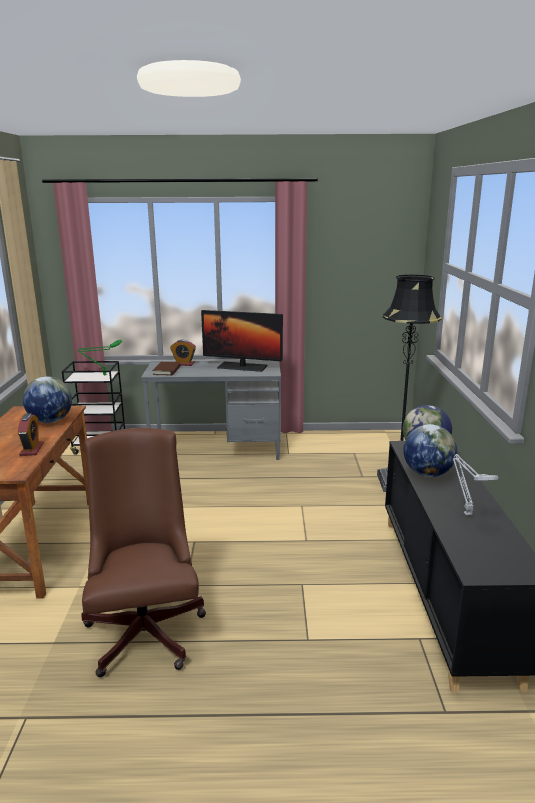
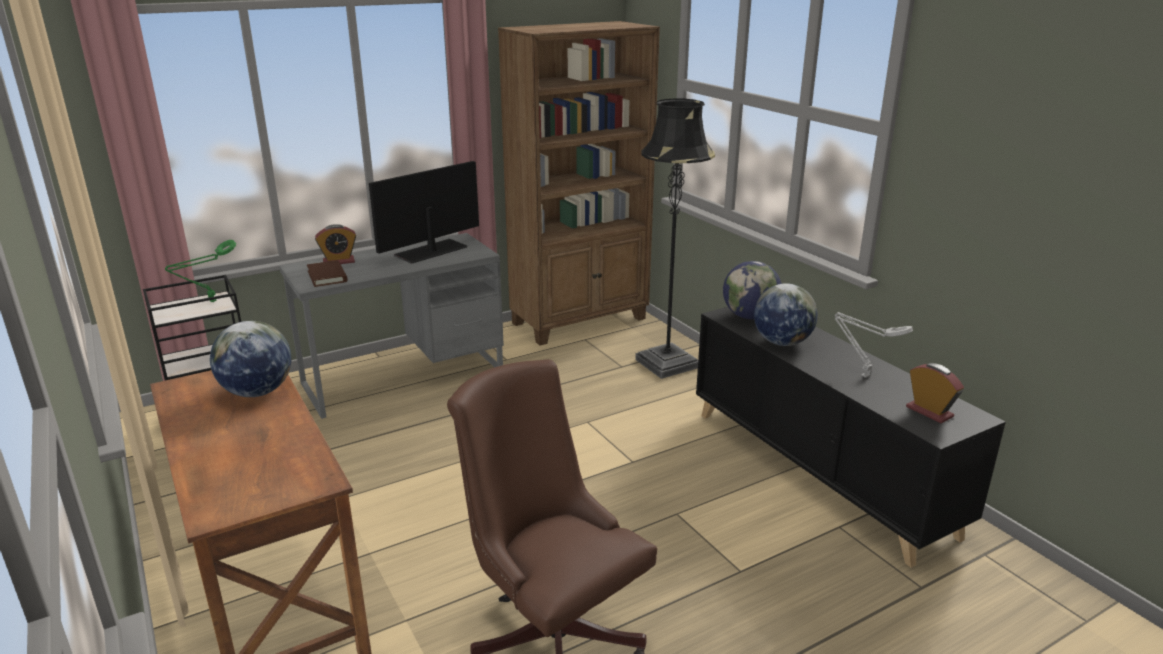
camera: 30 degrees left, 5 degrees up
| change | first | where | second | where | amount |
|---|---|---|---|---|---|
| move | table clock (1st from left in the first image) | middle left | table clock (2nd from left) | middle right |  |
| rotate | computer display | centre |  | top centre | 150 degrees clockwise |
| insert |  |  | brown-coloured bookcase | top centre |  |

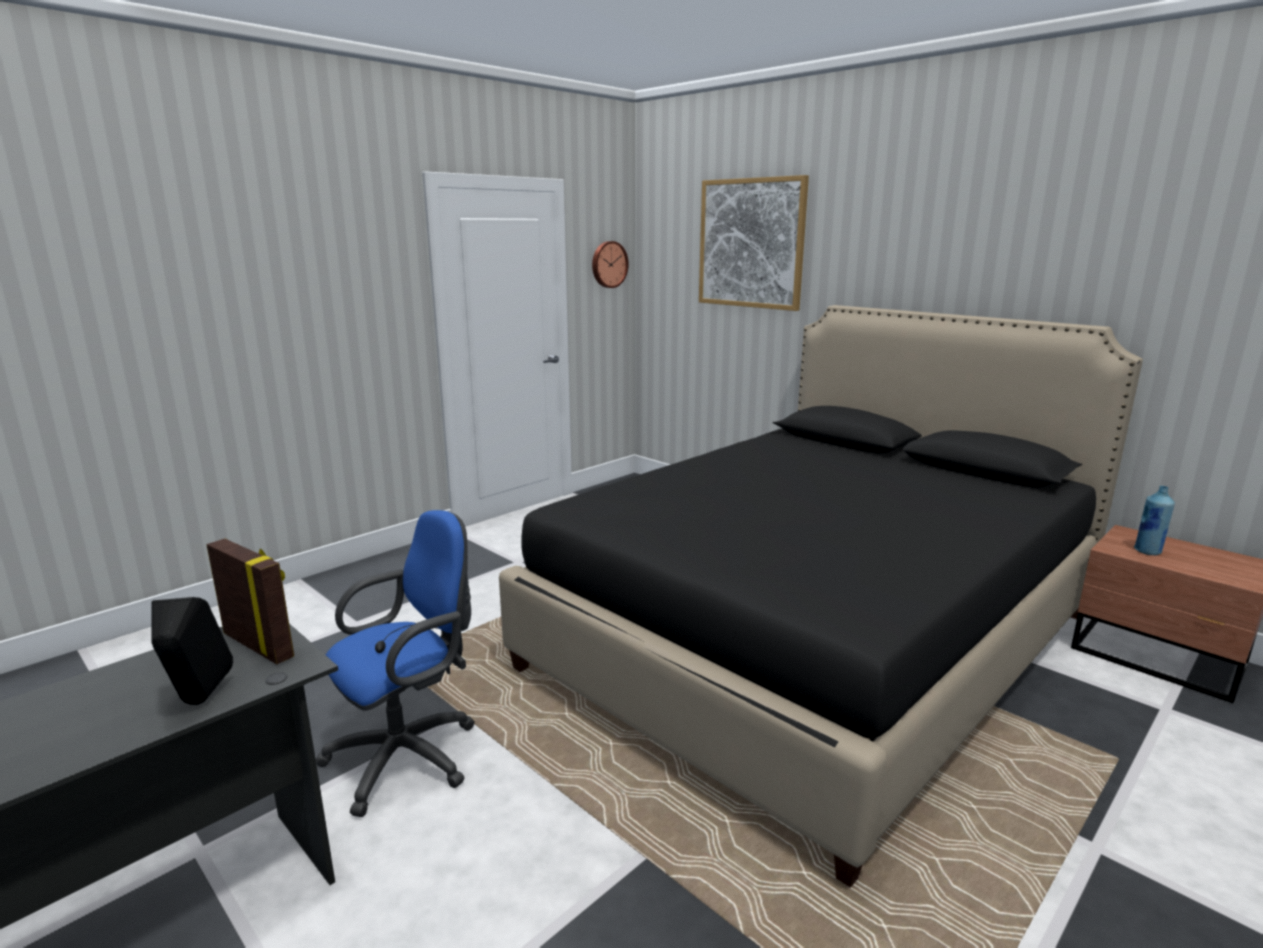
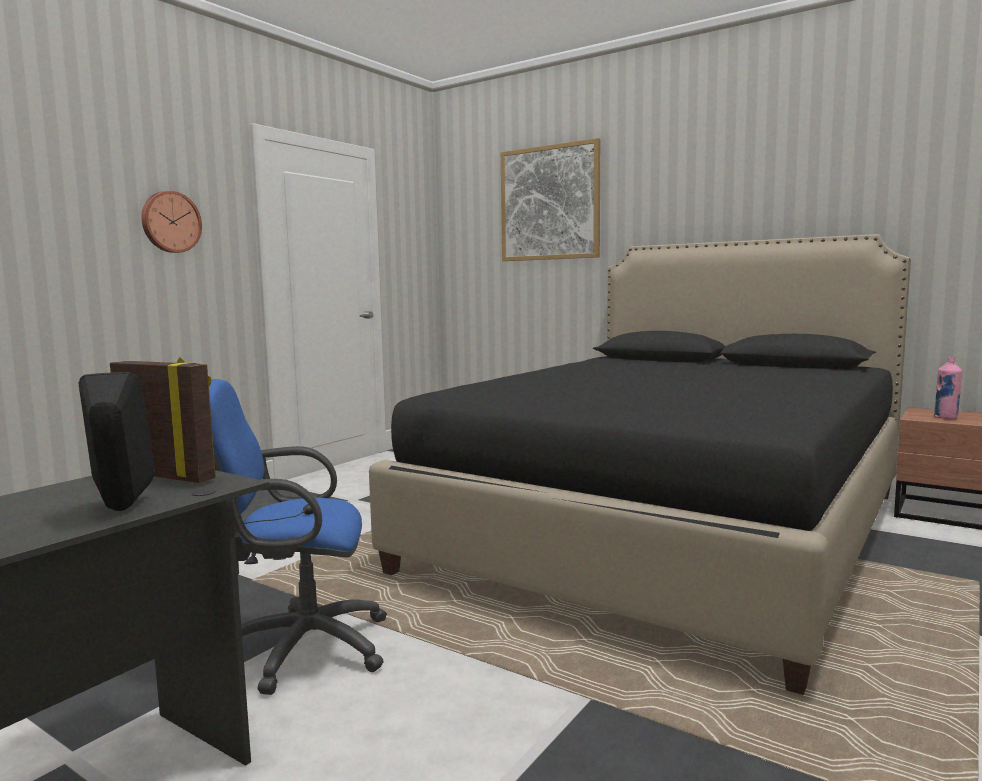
camera: 10 degrees left, 10 degrees down
| change | first | where | second | where | amount |
|---|---|---|---|---|---|
| rotate | blue-coloured computer chair | bottom left |  | bottom left | 135 degrees counterclockwise |
| move | wall clock | top centre |  | top left |  |
| recolor | blue-coloured drink bottle | middle right | pink-coloured drink bottle | middle right |  |

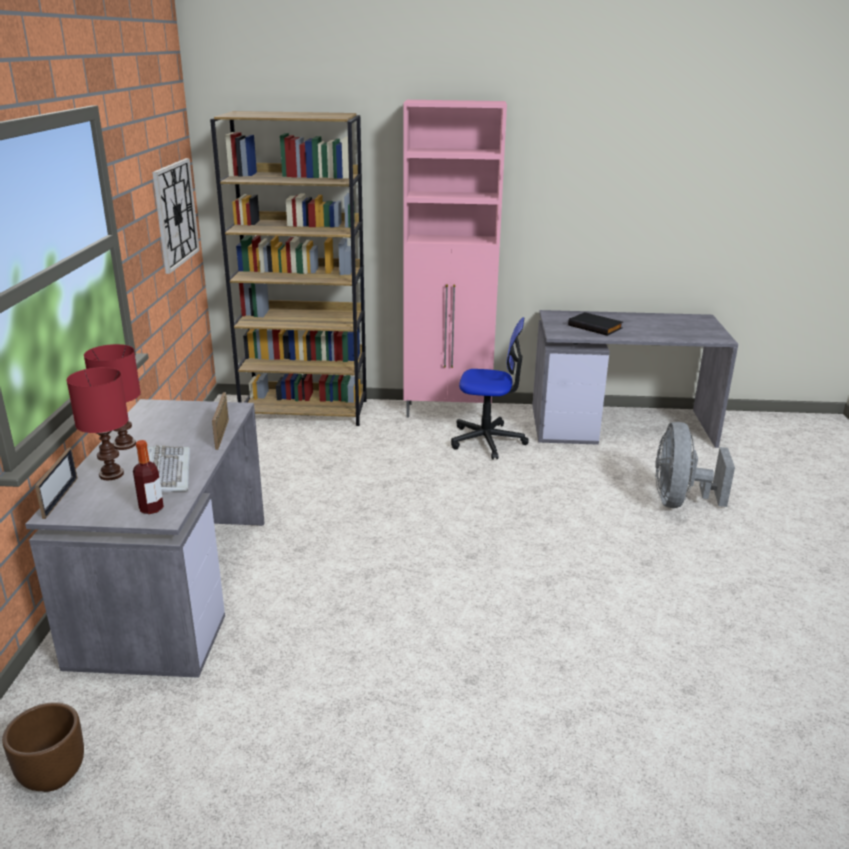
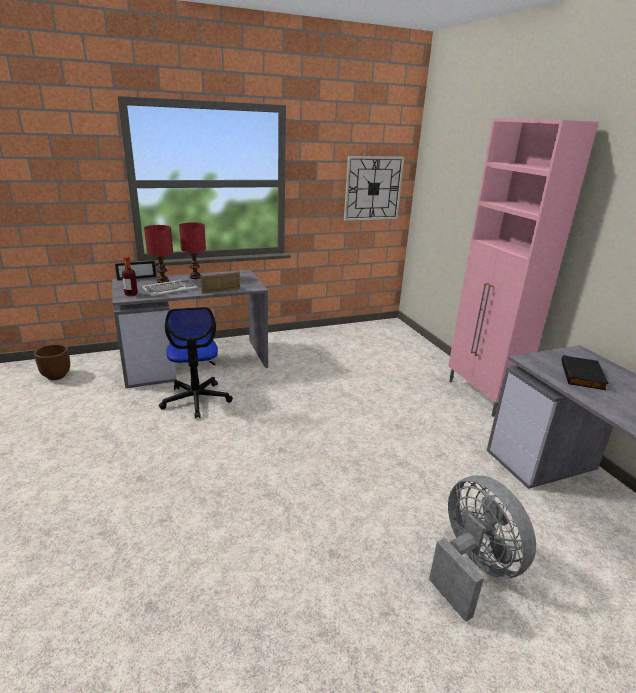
camera: 65 degrees right, 0 degrees up
| change | first | where | second | where | amount |
|---|---|---|---|---|---|
| delete | brown-coloured bookcase | top centre |  |  |  |
| move | computer chair | centre |  | middle left |  |
| rotate | greyish fan | middle right |  | bottom right | 75 degrees clockwise |

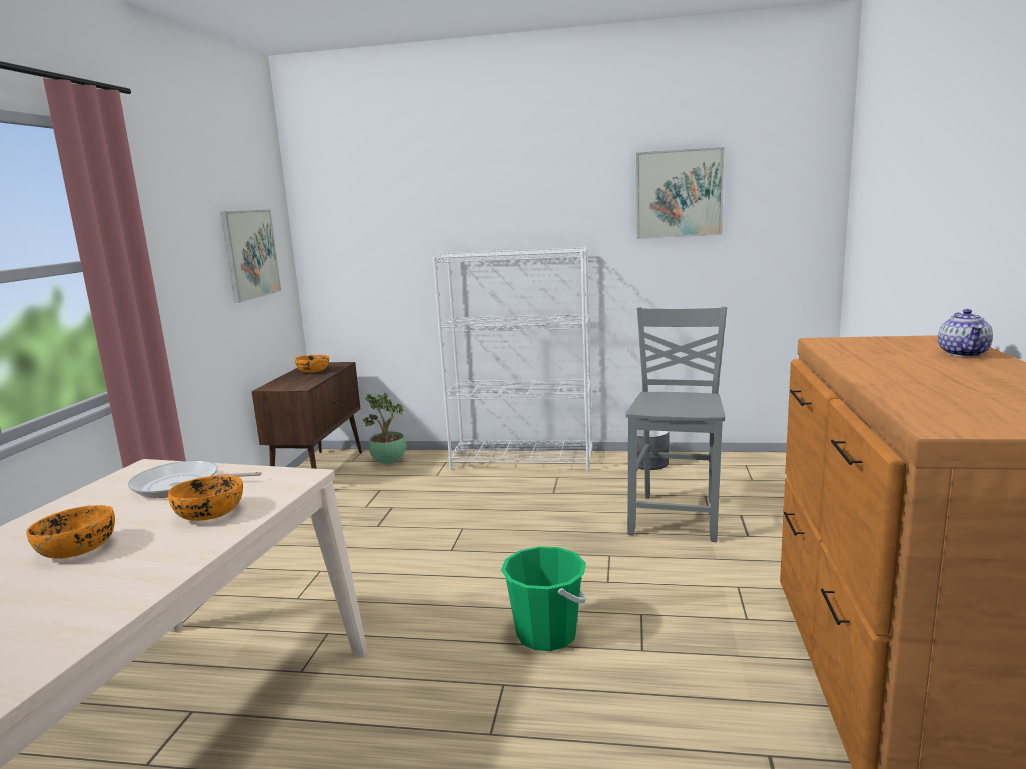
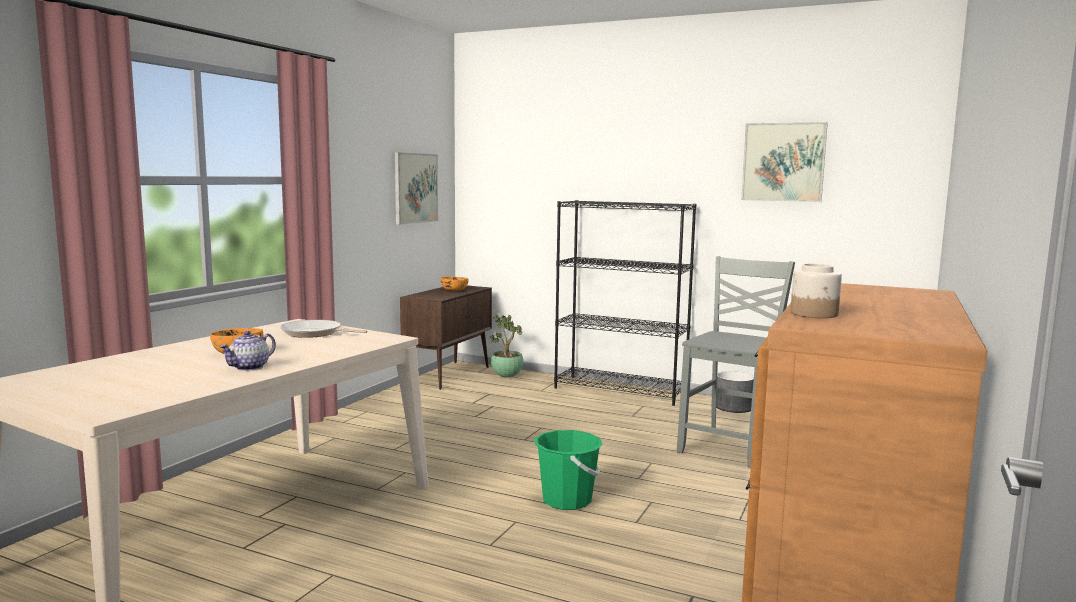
camera: 15 degrees right, 5 degrees down
| change | first | where | second | where | amount |
|---|---|---|---|---|---|
| delete | orangey serving bowl (2nd from left) | middle left |  |  |  |
| recolor | whitish bookcase | centre | blackish bookcase | centre |  |
| move | tea pot | middle right |  | middle left |  |
| insert |  |  | storage jar | middle right |  |

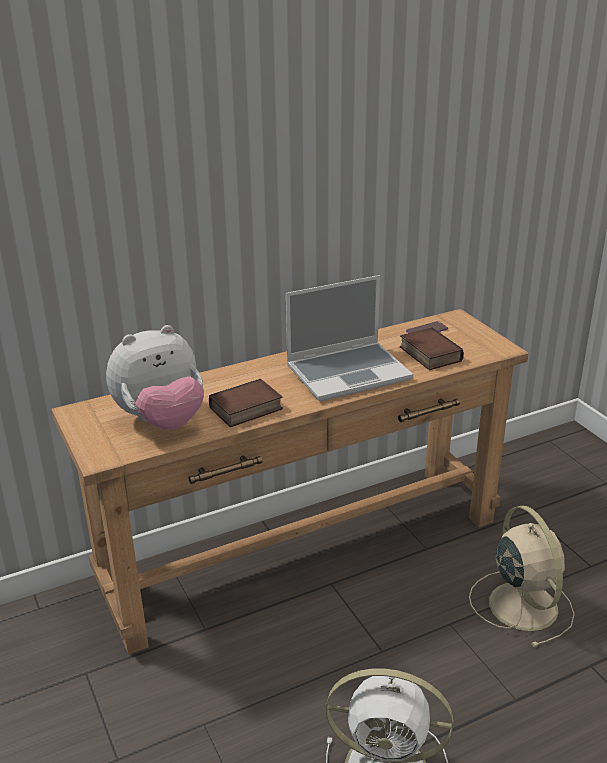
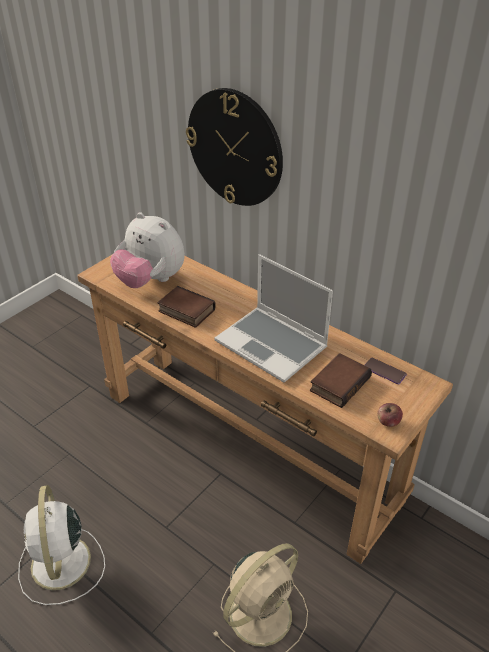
camera: 65 degrees right, 10 degrees up
| change | first | where | second | where | amount |
|---|---|---|---|---|---|
| insert |  |  | wall clock | top centre |  |
| insert |  |  | apple | middle right |  |

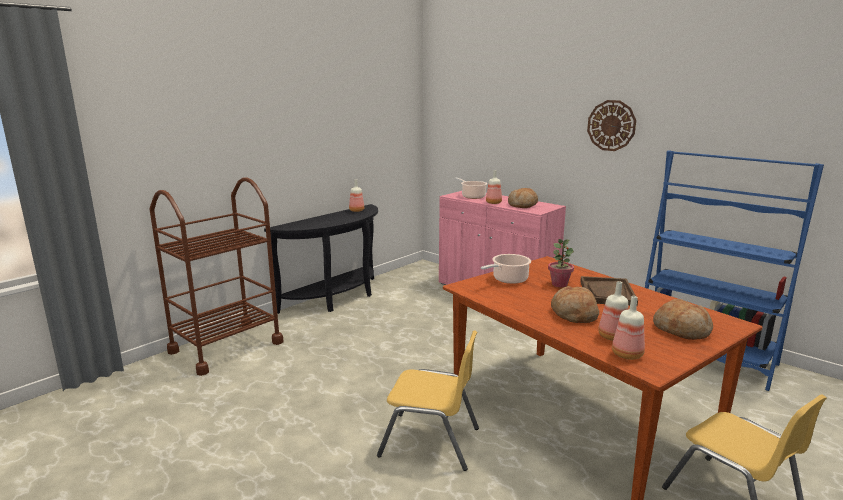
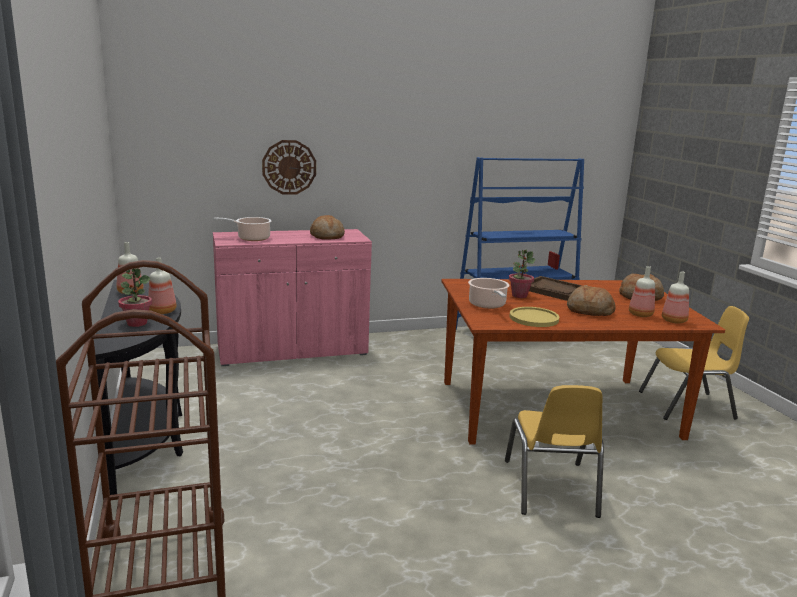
camera: 60 degrees left, 0 degrees up
| change | first | where | second | where | amount |
|---|---|---|---|---|---|
| rotate | yellow-coloured chair (1st from left) | bottom centre |  | bottom right | 135 degrees clockwise |
| move | drink bottle (2nd from left) | centre |  | middle left |  |
| move | wall clock | top right |  | top centre |  |
| insert |  |  | houseplant (1st from left) | middle left |  |
| insert |  |  | yellow-coloured plate | middle right |  |

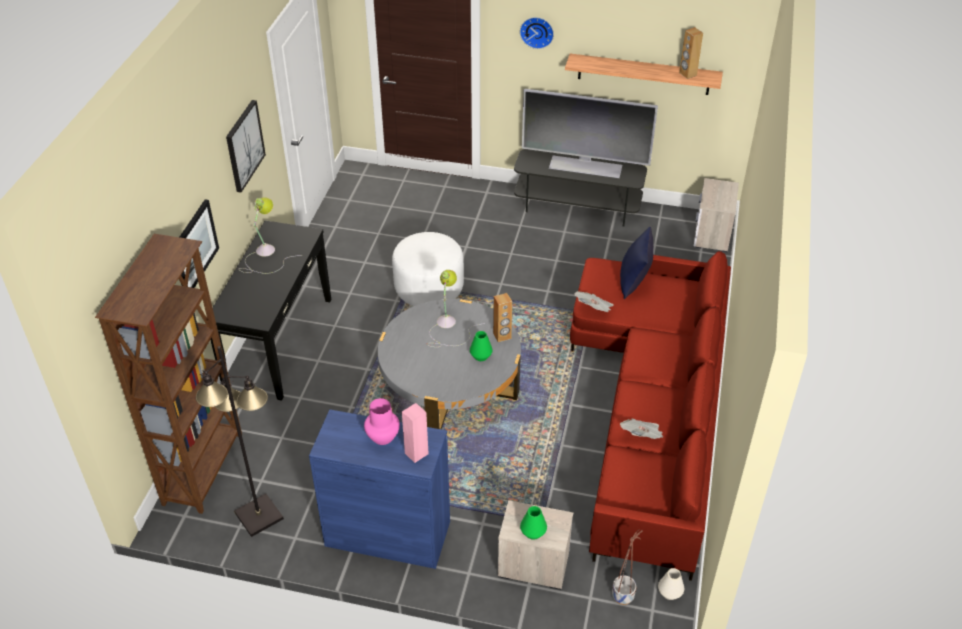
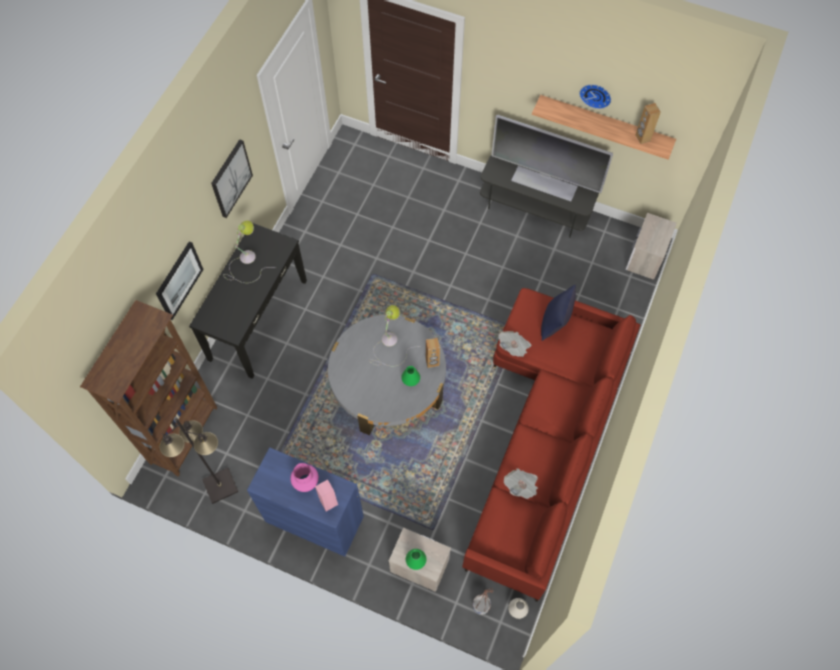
camera: 10 degrees right, 20 degrees up
| change | first | where | second | where | amount |
|---|---|---|---|---|---|
| delete | whitish footrest | centre |  |  |  |
| move | wall clock | top centre |  | top right |  |

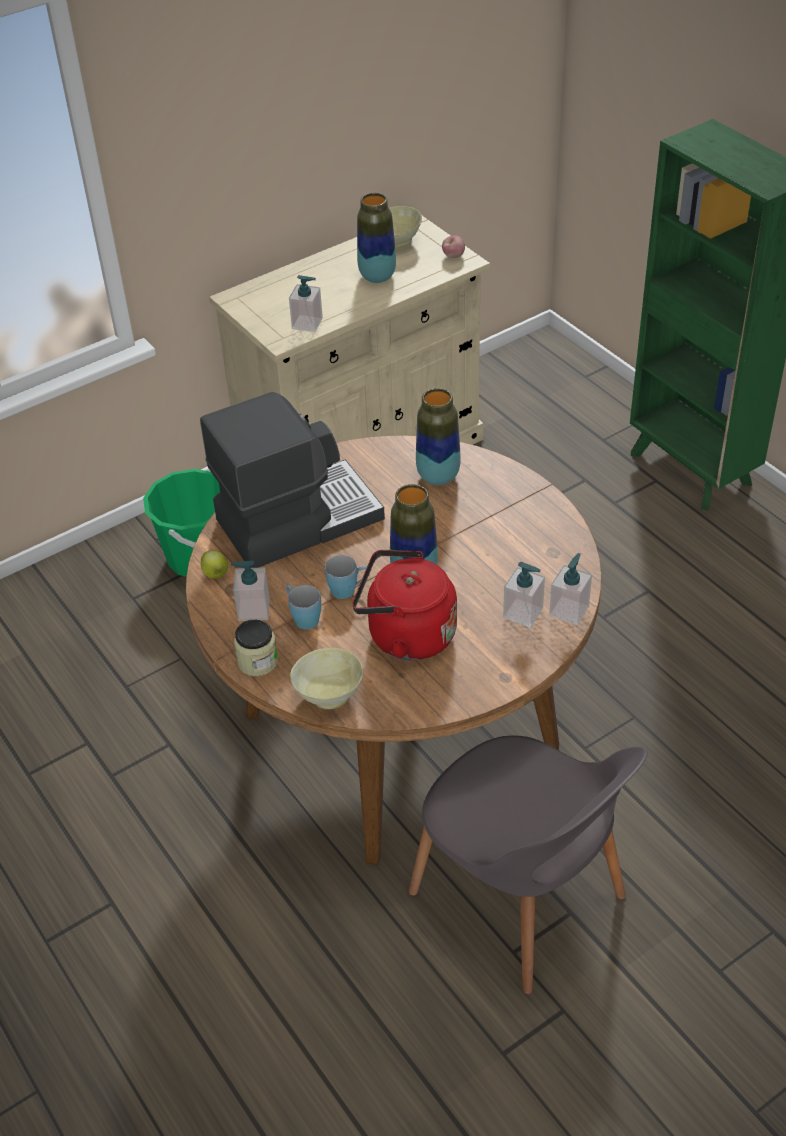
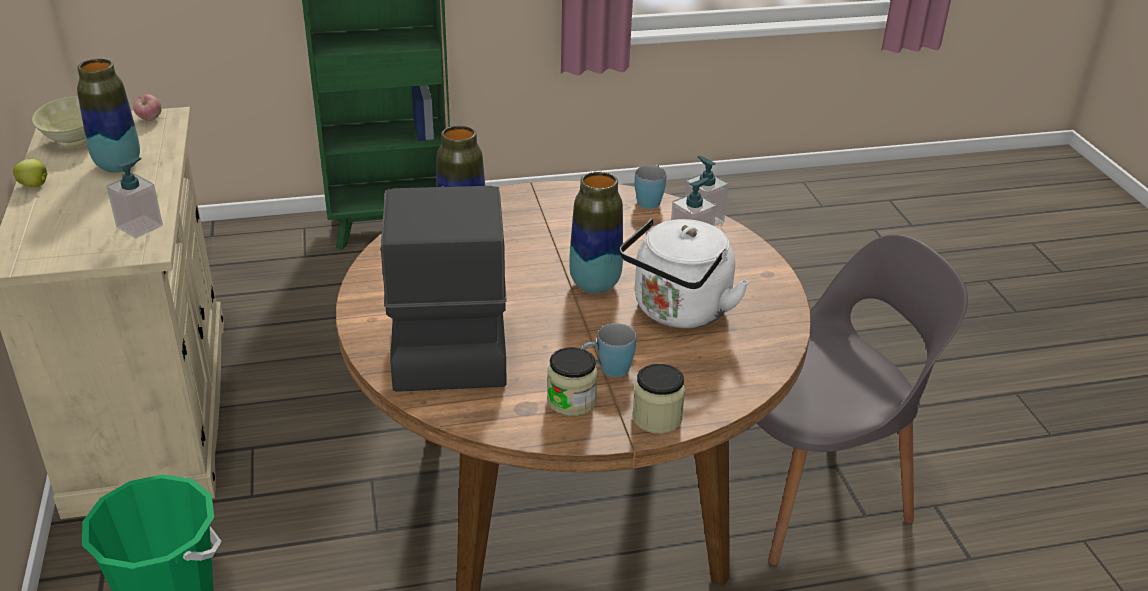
camera: 70 degrees left, 10 degrees down
| change | first | where | second | where | amount |
|---|---|---|---|---|---|
| move | apple (1st from left) | middle left |  | top left |  |
| replace | liquid soap bottle (1st from left) | middle left | storage jar (1st from left) | centre |  |
| delete | sand-coloured serving bowl (1st from left) | centre |  |  |  |
| move | blue-coloured mug (2nd from left) | centre |  | top centre |  |
| recolor | reddish tea kettle | centre | whitish tea kettle | centre |  |

